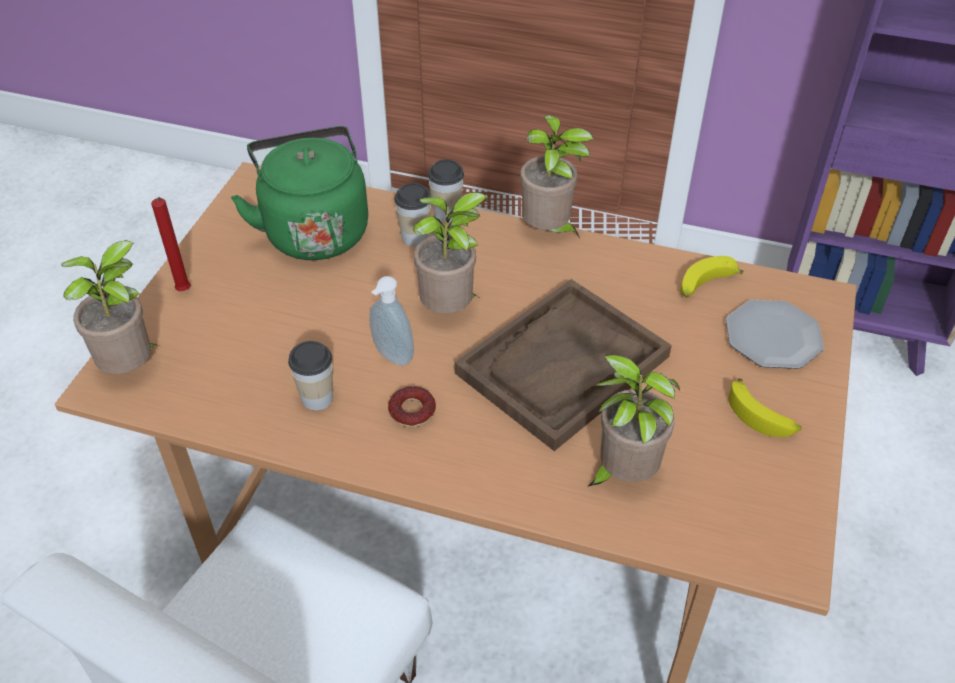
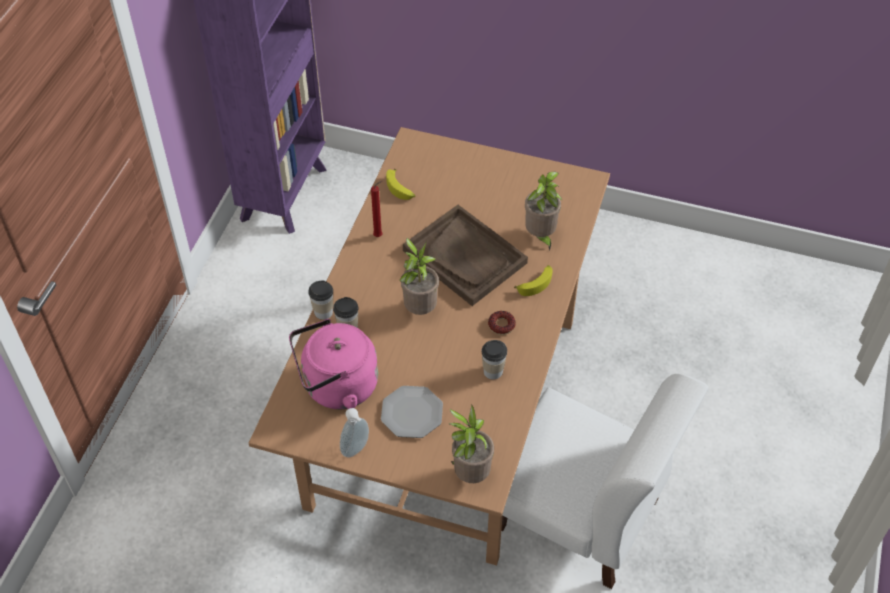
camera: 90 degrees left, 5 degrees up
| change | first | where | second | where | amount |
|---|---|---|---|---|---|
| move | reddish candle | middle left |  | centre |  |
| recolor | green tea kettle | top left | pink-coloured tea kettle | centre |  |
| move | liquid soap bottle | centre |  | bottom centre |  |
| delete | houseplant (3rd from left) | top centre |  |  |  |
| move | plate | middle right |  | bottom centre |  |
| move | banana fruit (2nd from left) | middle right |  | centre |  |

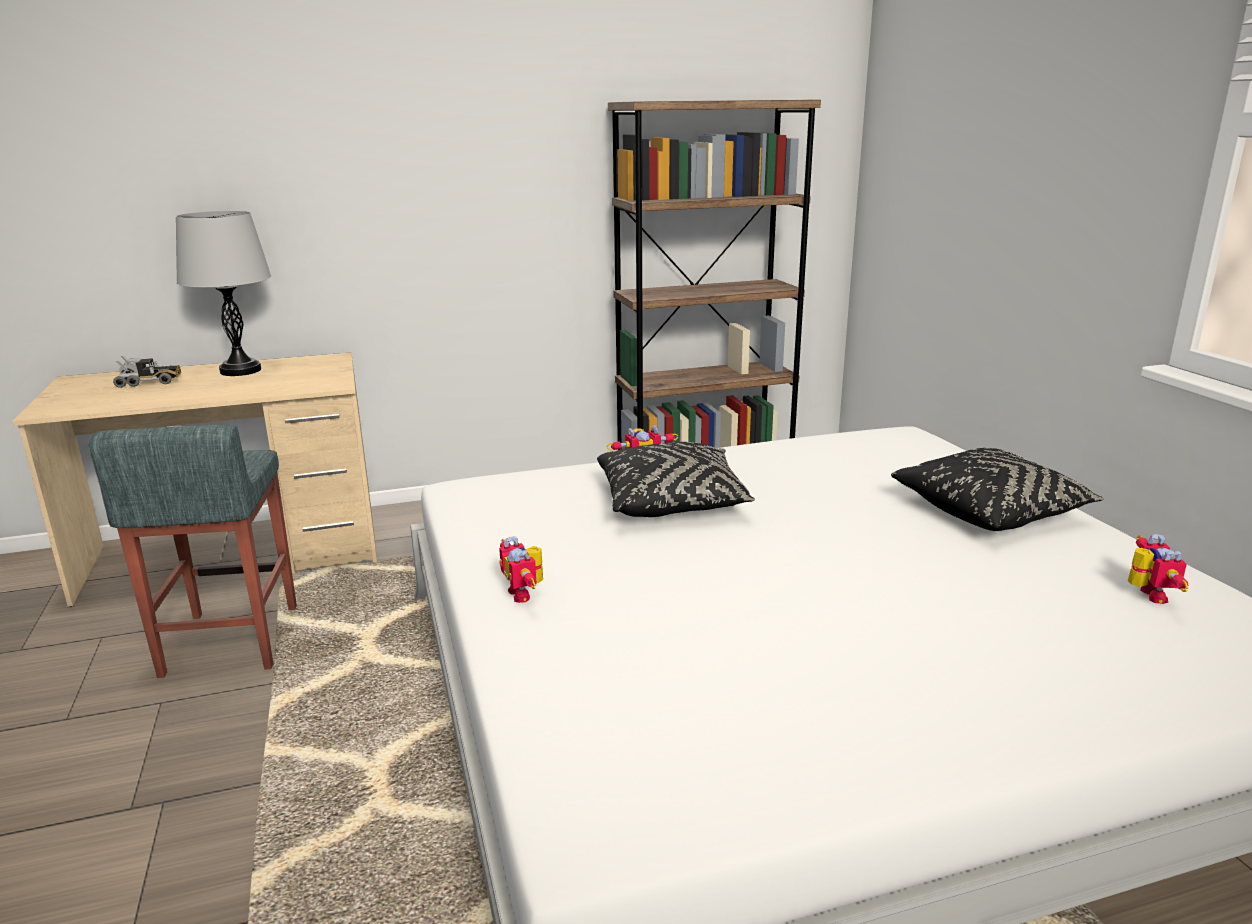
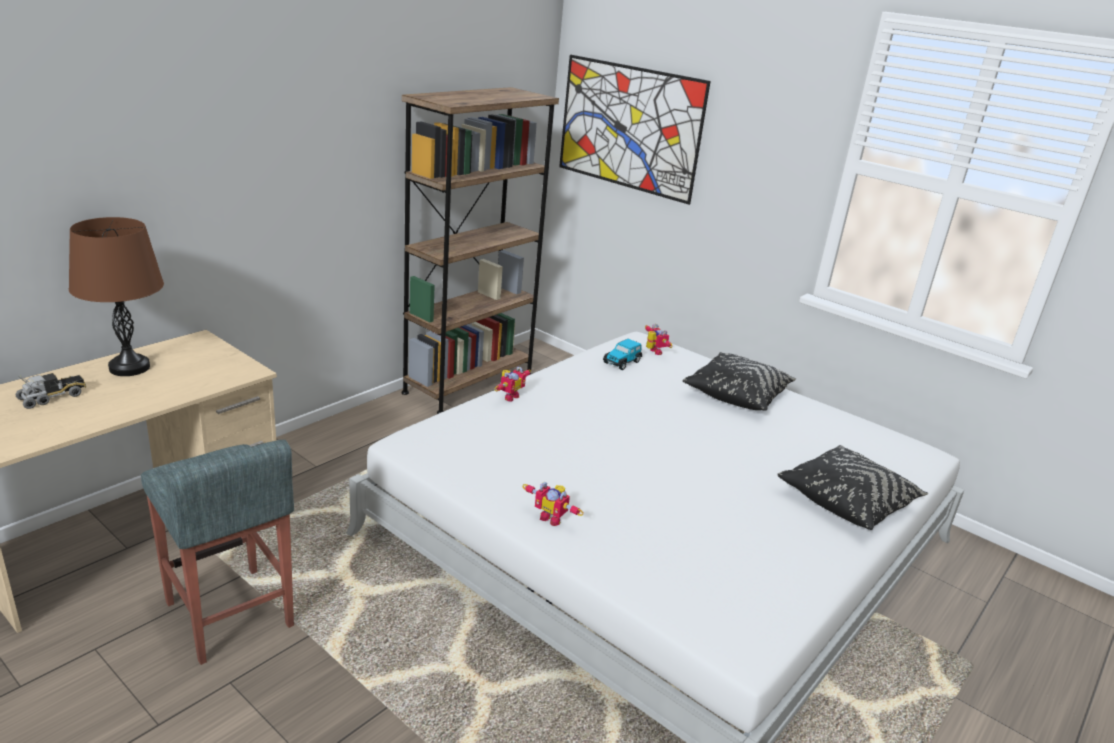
camera: 35 degrees left, 5 degrees up
| change | first | where | second | where | amount |
|---|---|---|---|---|---|
| recolor | greyish tabletop lamp | top left | brown-coloured tabletop lamp | middle left |  |
| move | blackish pillow (1st from left in the first image) | centre | blackish pillow (2nd from left) | middle right |  |
| move | model robot (3rd from left) | middle right |  | centre |  |
| insert |  |  | wall art | top centre |  |
| insert |  |  | model car | centre |  |

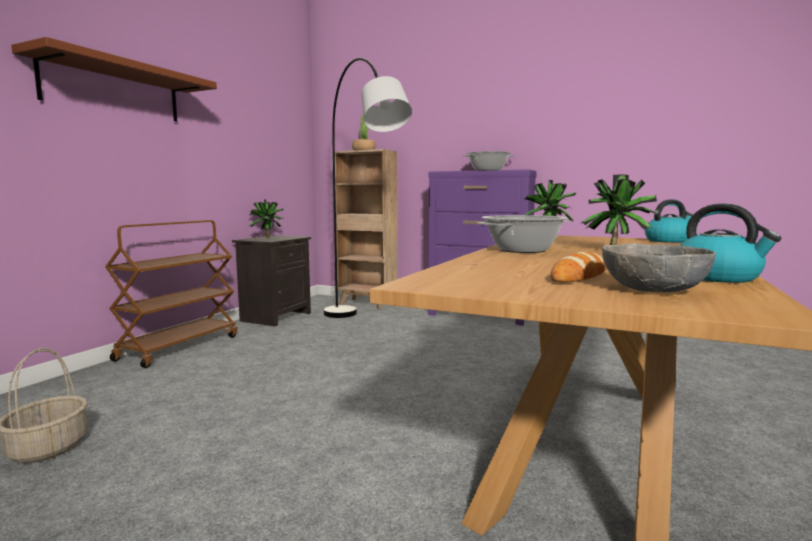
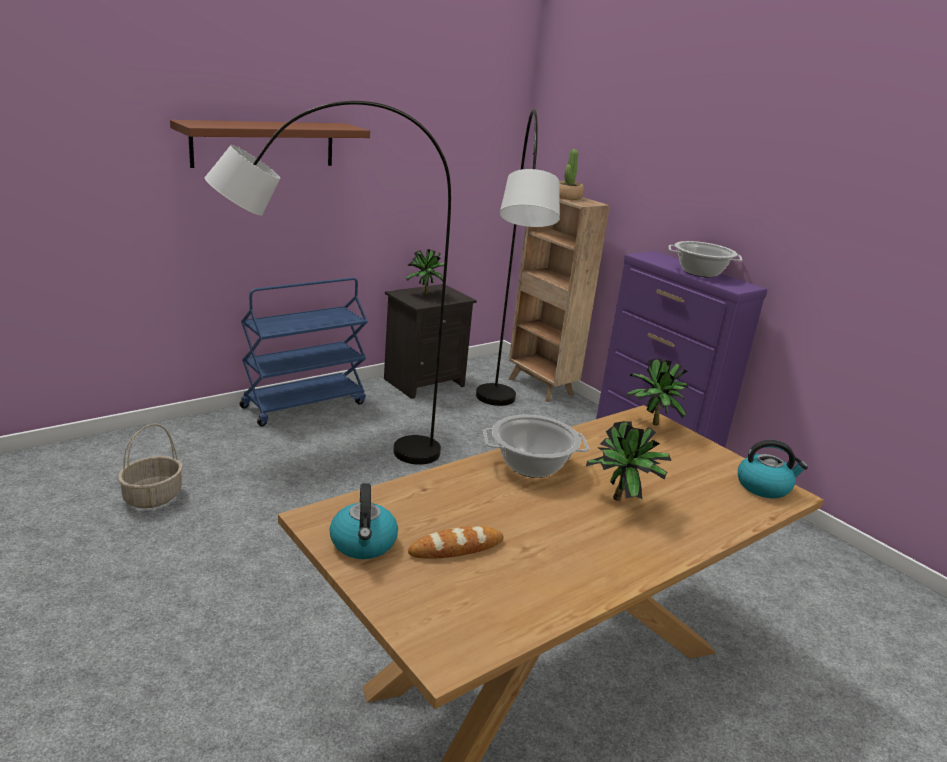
camera: 25 degrees right, 15 degrees up
| change | first | where | second | where | amount |
|---|---|---|---|---|---|
| recolor | brown-coloured wheeled cart | middle left | blue-coloured wheeled cart | middle left |  |
| delete | greyish serving bowl | middle right |  |  |  |
| move | tea kettle (2nd from left in the first image) | middle right | tea kettle (1st from left) | bottom centre |  |
| insert |  |  | greyish standing lamp (1st from left) | centre |  |

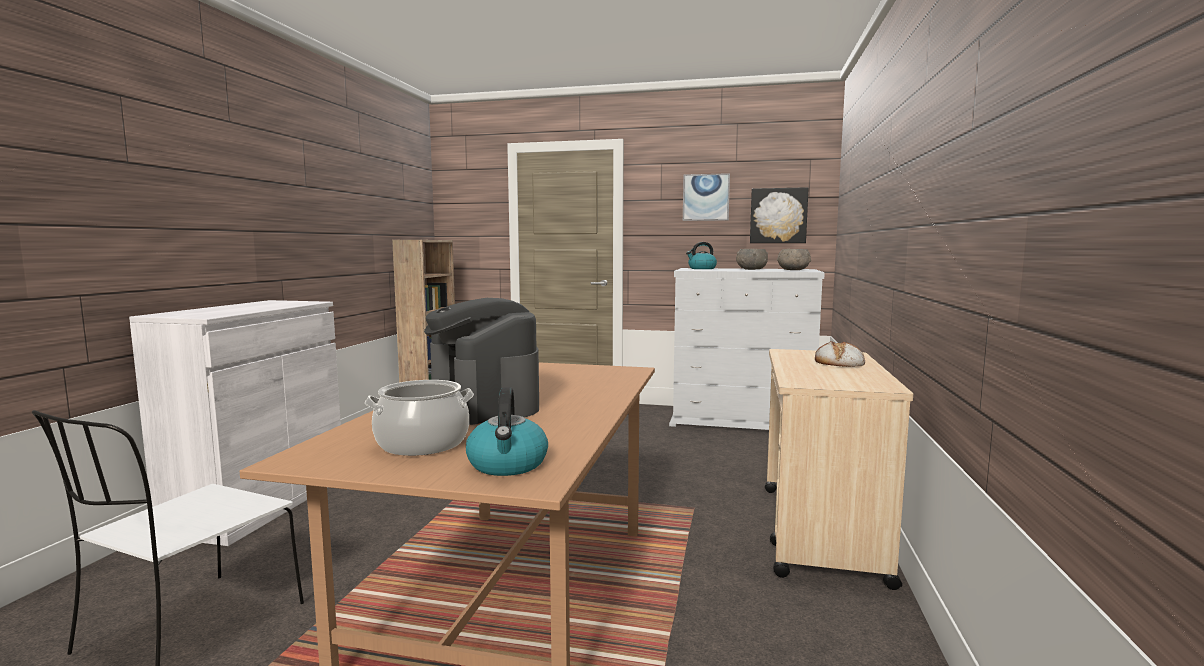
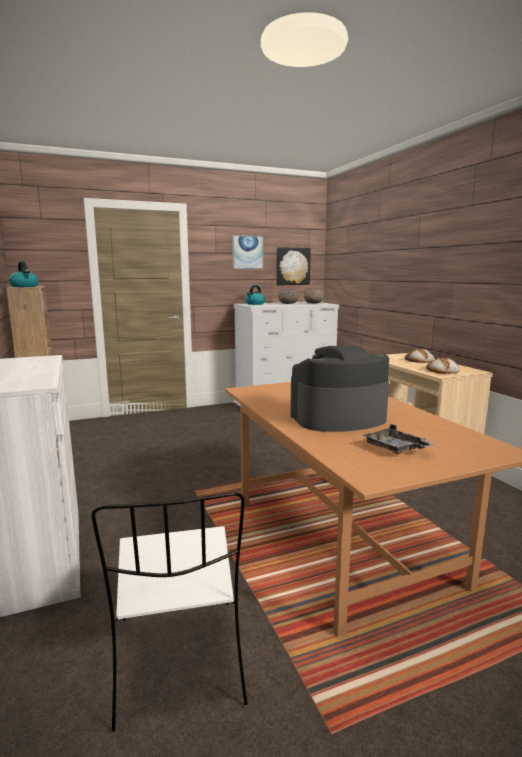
camera: 35 degrees left, 5 degrees up
| change | first | where | second | where | amount |
|---|---|---|---|---|---|
| replace | stockpot | centre | greyish serving tray | middle right |  |
| rotate | coffee machine | centre |  | centre | 135 degrees clockwise |
| move | tea kettle (1st from left) | centre |  | middle left |  |
| insert |  |  | bakery bread (2nd from left) | middle right |  |

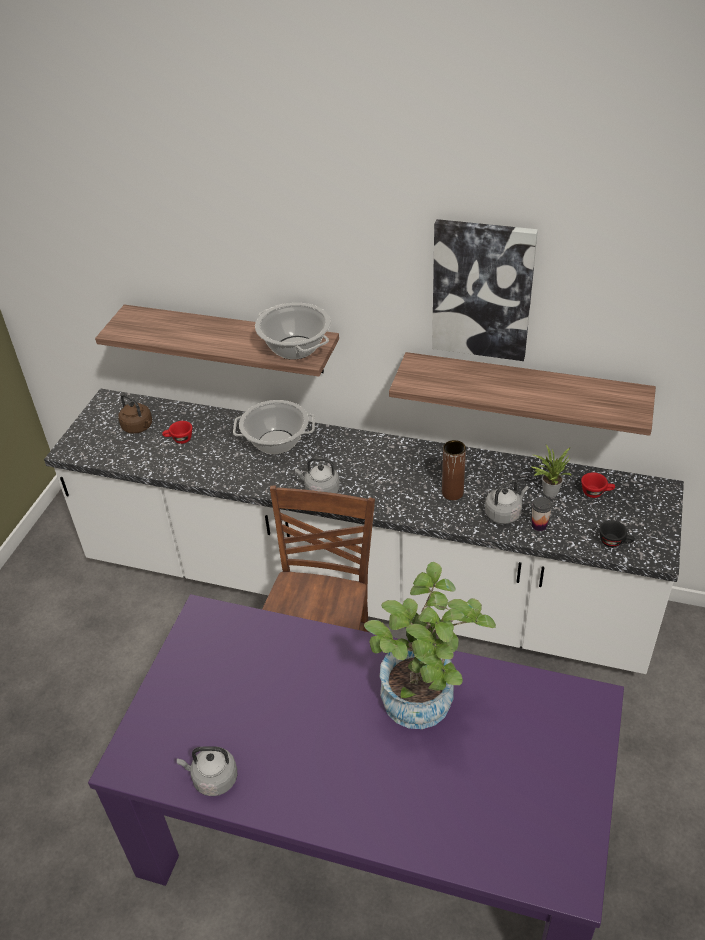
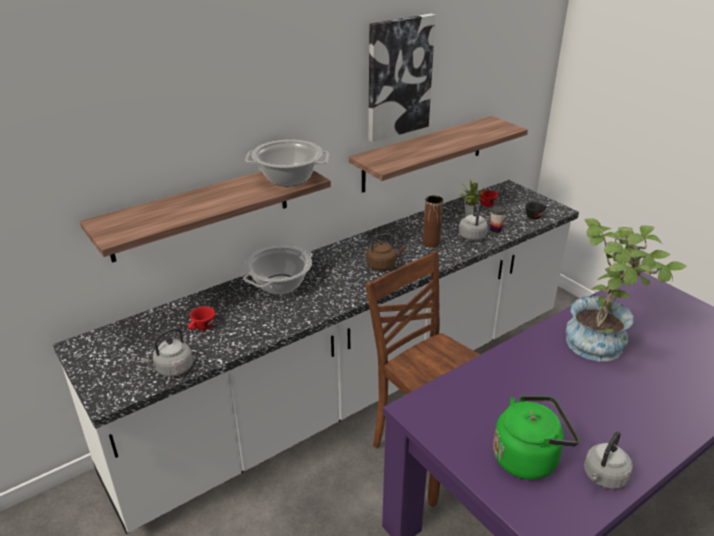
camera: 55 degrees left, 10 degrees down
| change | first | where | second | where | amount |
|---|---|---|---|---|---|
| move | brown-coloured tea kettle | middle left |  | centre |  |
| move | greyish tea kettle (2nd from left in the first image) | centre | greyish tea kettle (1st from left) | middle left |  |
| insert |  |  | green tea kettle | bottom right |  |

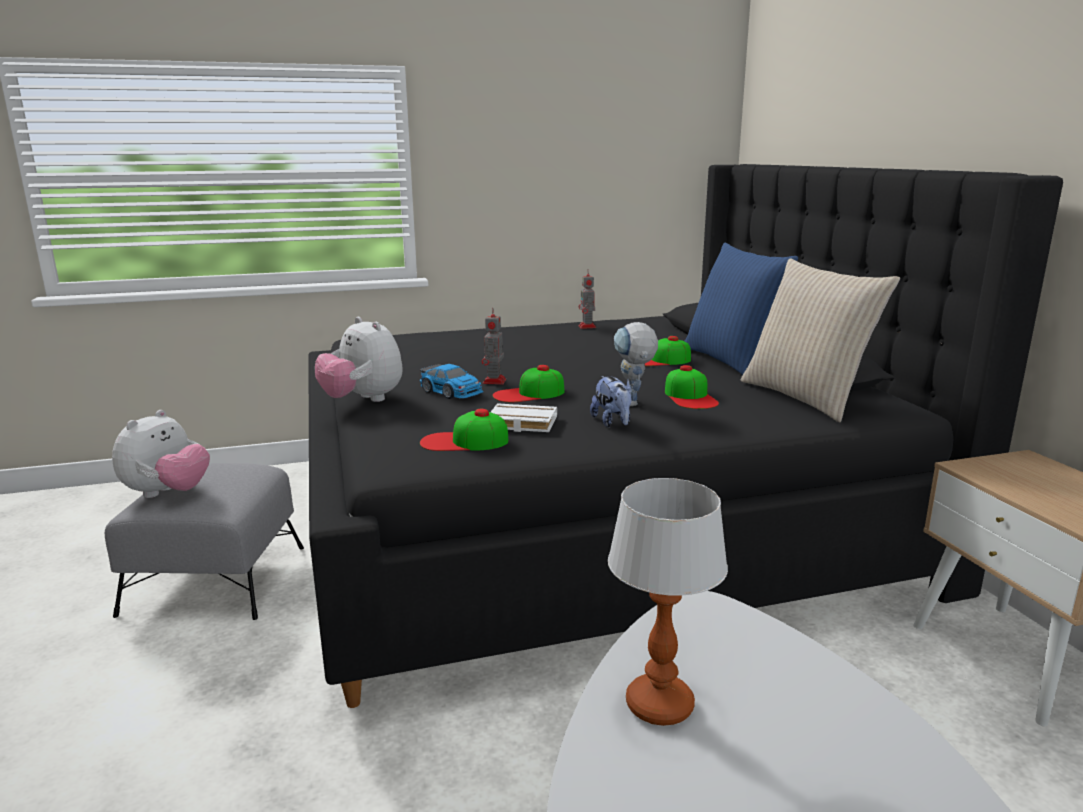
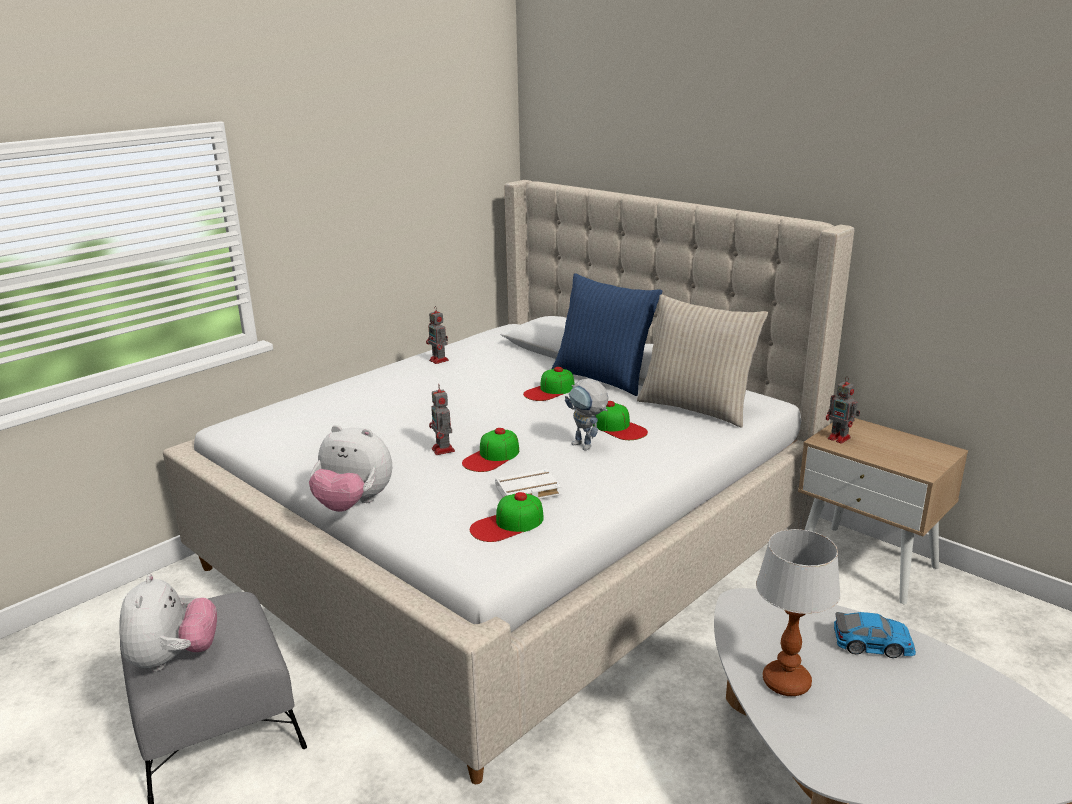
camera: 30 degrees left, 5 degrees up
| change | first | where | second | where | amount |
|---|---|---|---|---|---|
| recolor | blackish bed | centre | sand-coloured bed | centre |  |
| move | model car | centre |  | bottom right |  |
| delete | soft toy (3rd from left) | centre |  |  |  |
| insert |  |  | model robot (4th from left) | middle right |  |

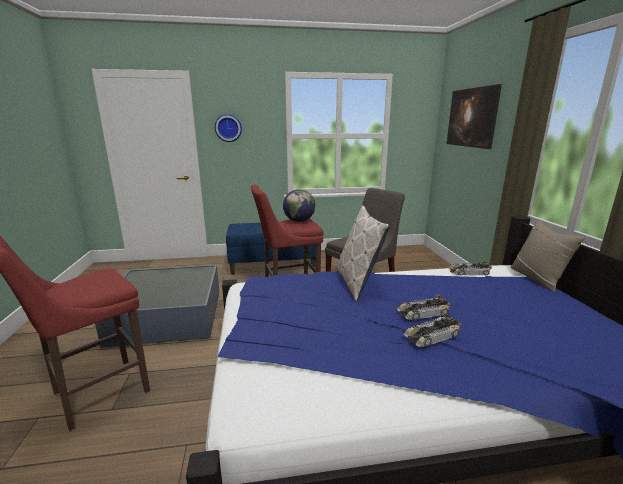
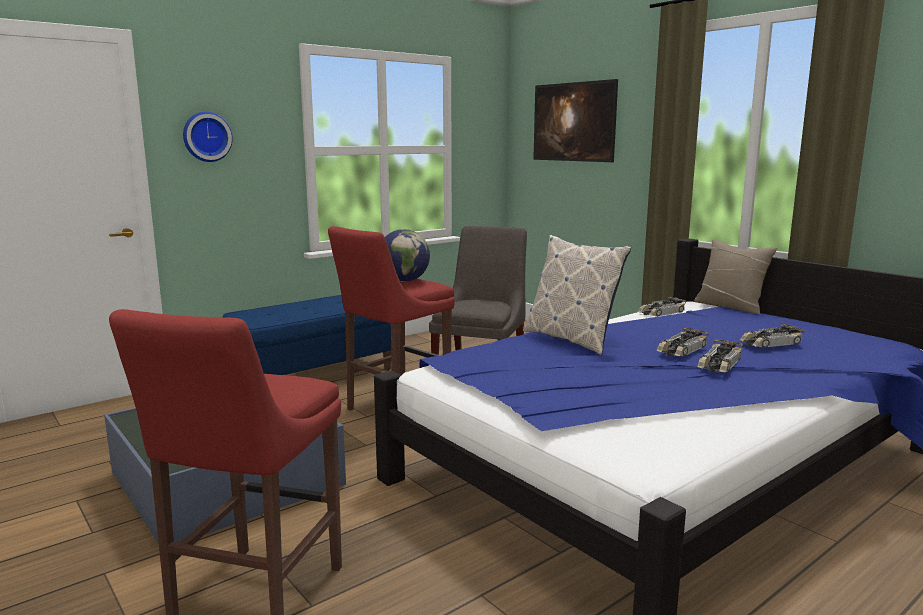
camera: 30 degrees left, 5 degrees down
| change | first | where | second | where | amount |
|---|---|---|---|---|---|
| insert |  |  | model car (4th from left) | middle right |  |

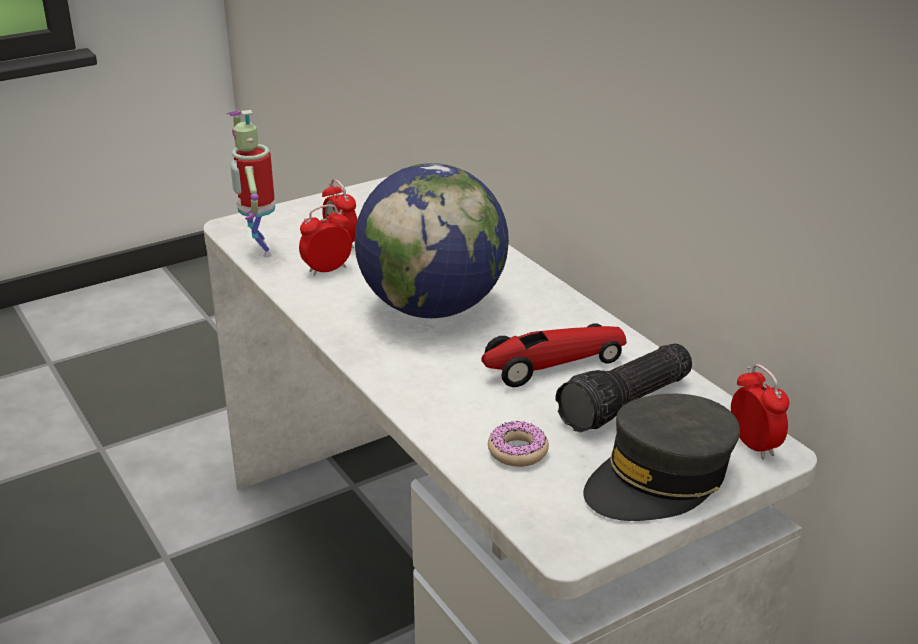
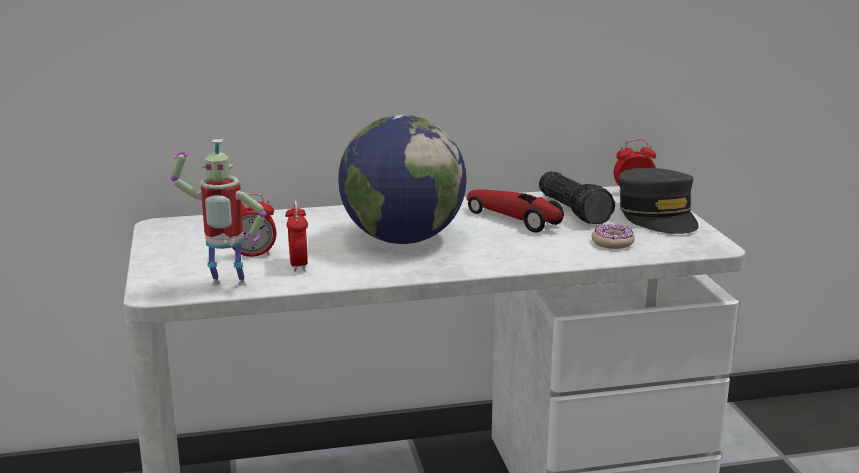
camera: 70 degrees left, 10 degrees down
| change | first | where | second | where | amount |
|---|---|---|---|---|---|
| rotate | model car | centre |  | centre | 45 degrees counterclockwise |

